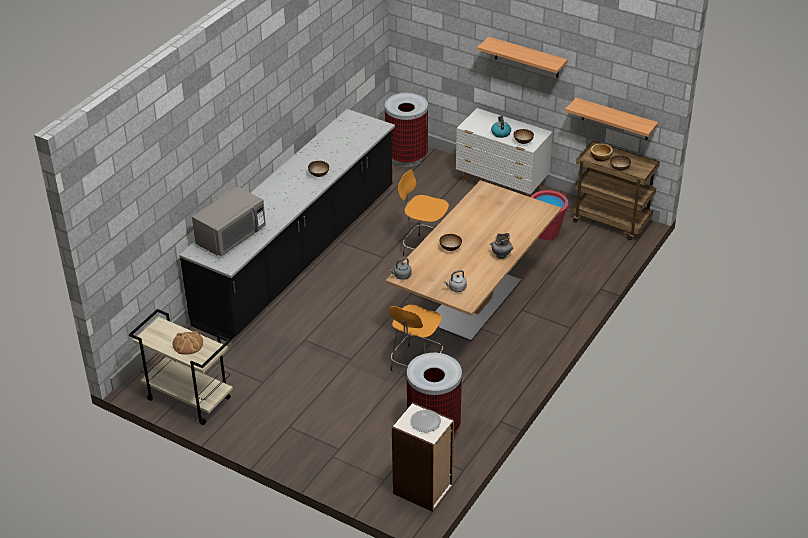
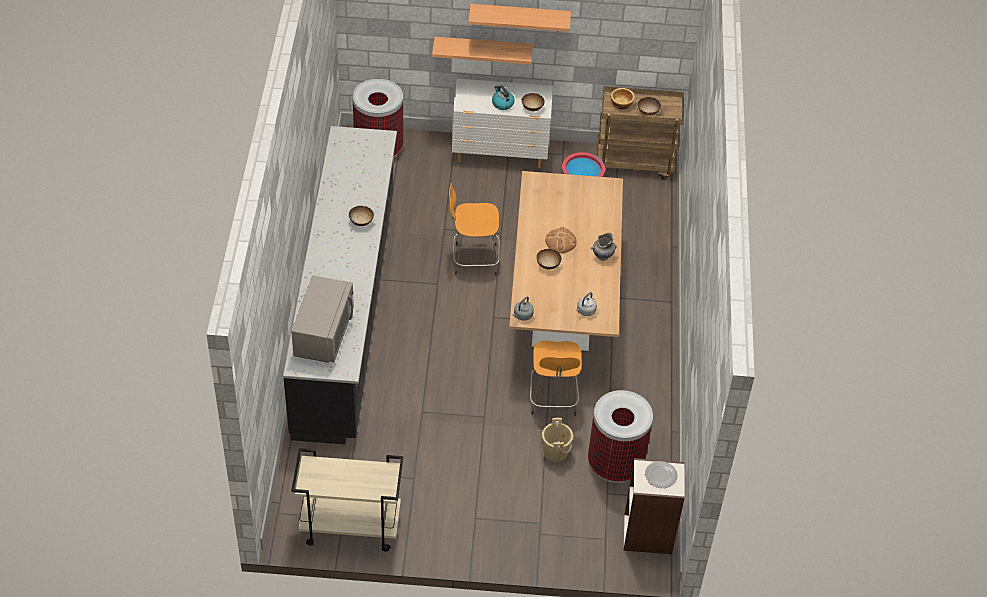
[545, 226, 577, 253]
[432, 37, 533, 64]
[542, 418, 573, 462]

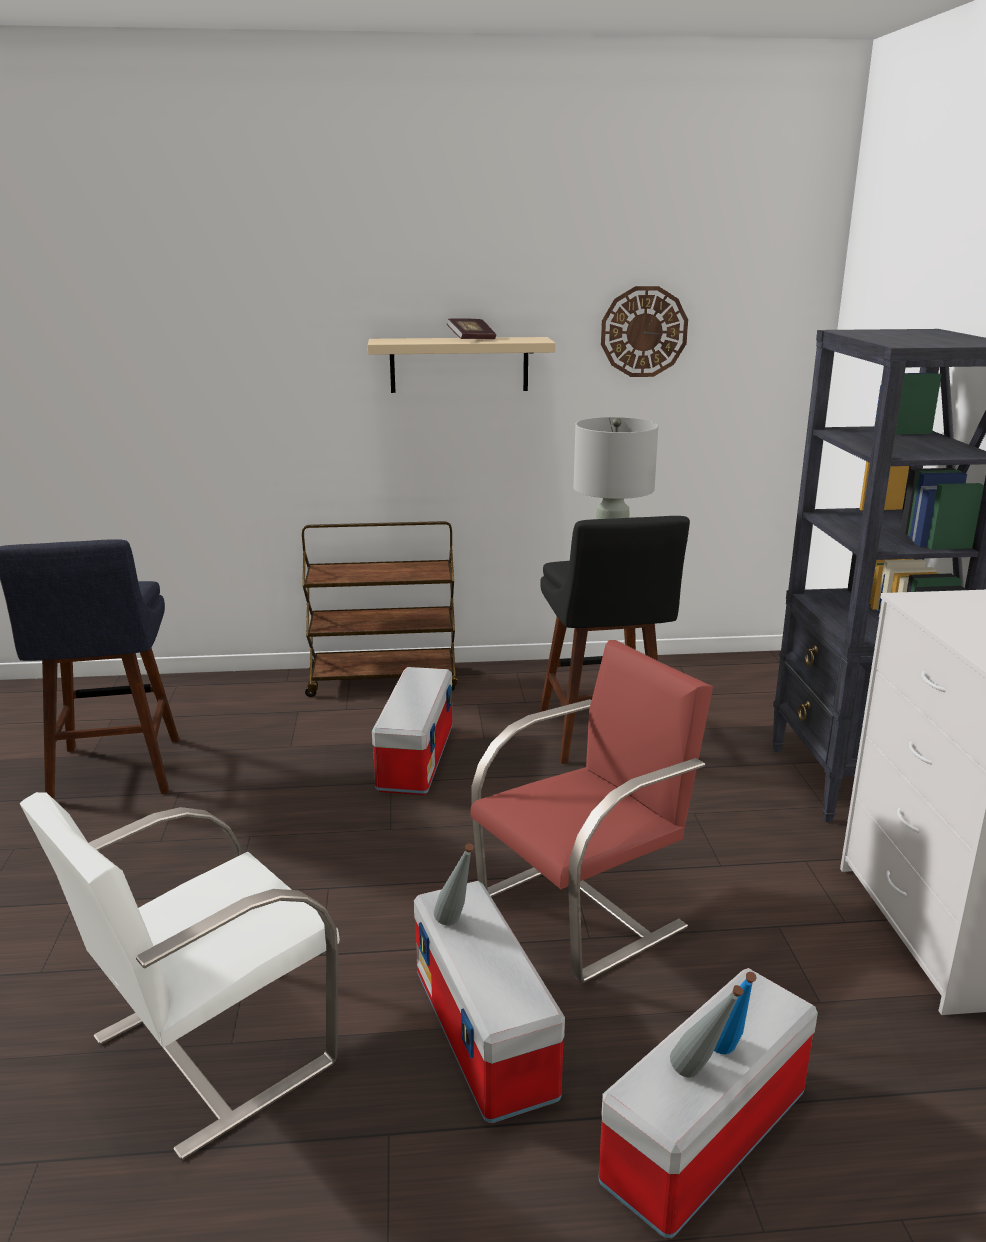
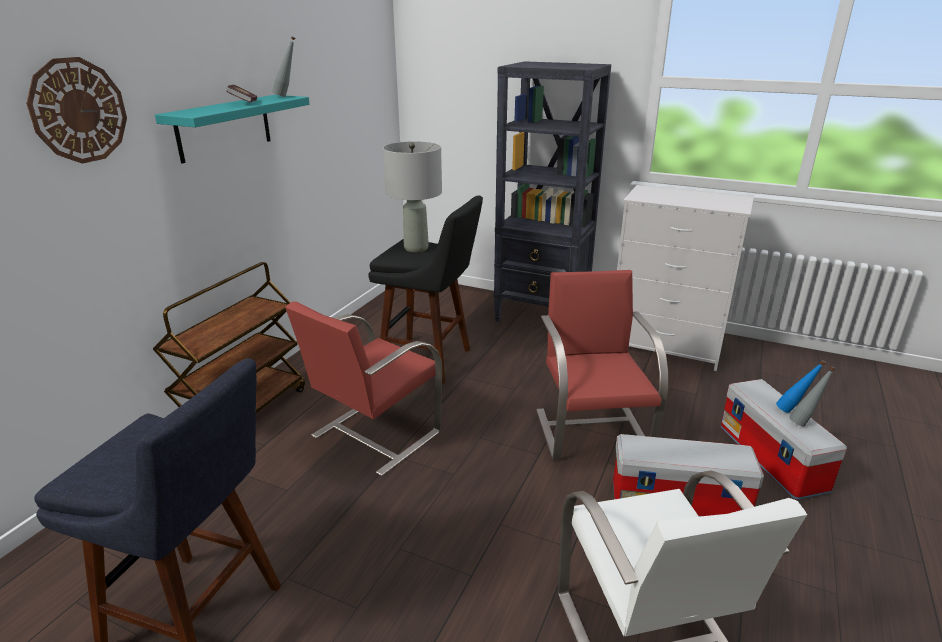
[155, 95, 310, 164]
[285, 302, 442, 476]
[272, 36, 295, 97]
[26, 57, 127, 164]

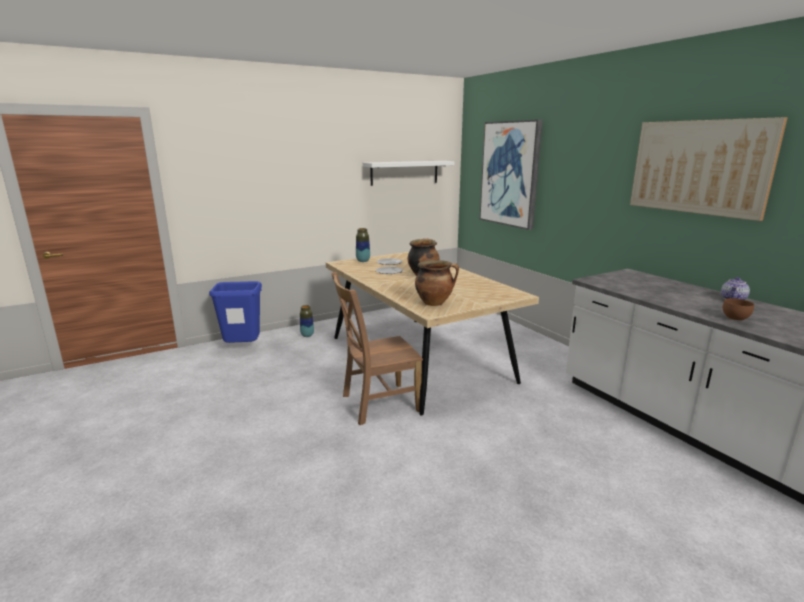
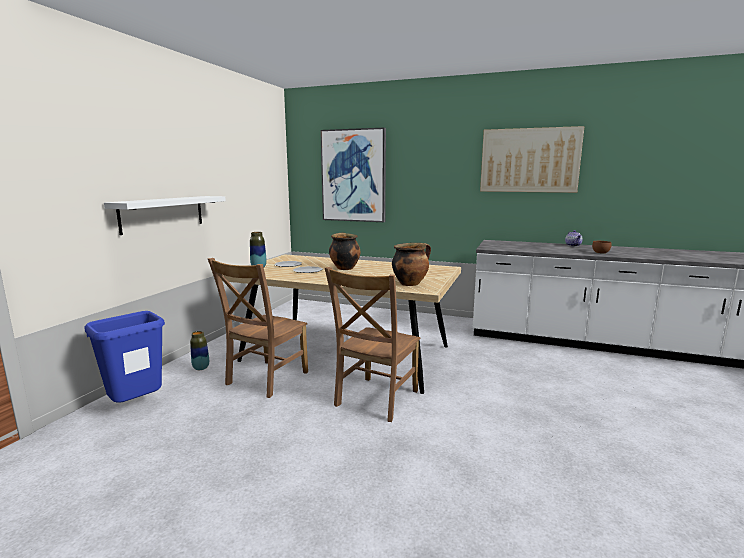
[104, 196, 226, 235]
[208, 258, 308, 398]

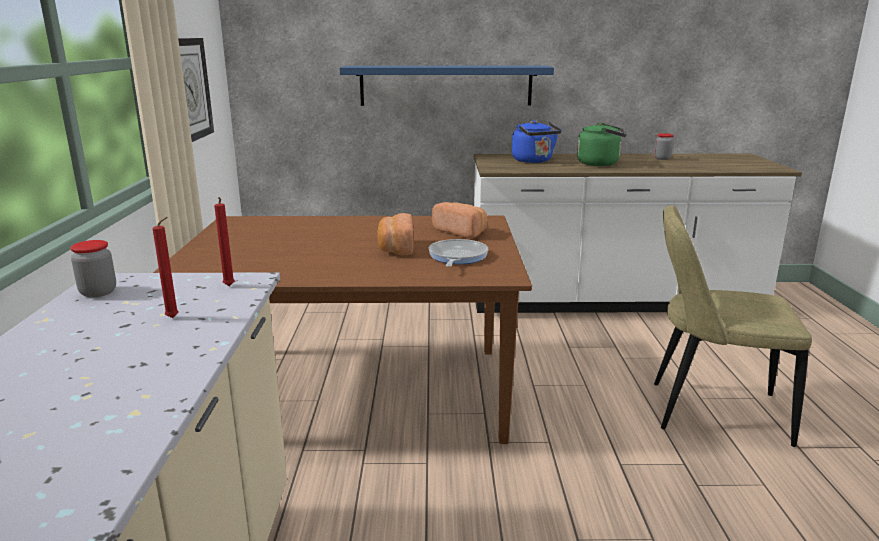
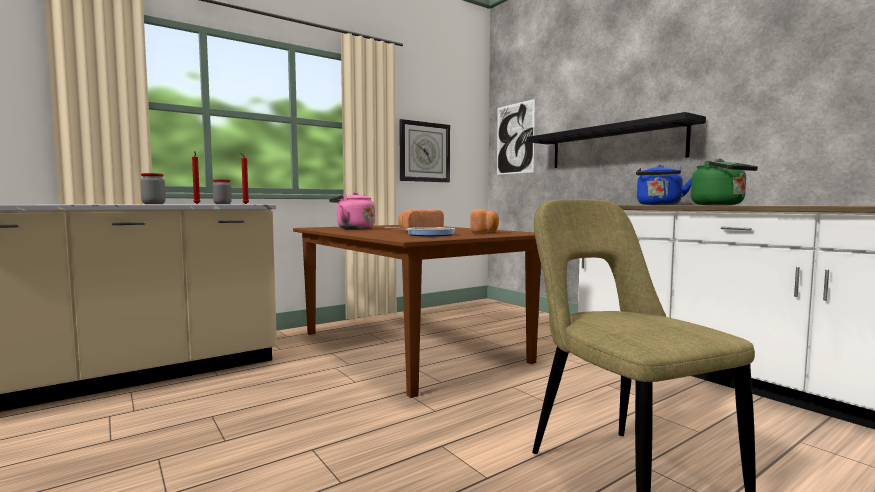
[527, 112, 706, 168]
[140, 173, 166, 204]
[329, 192, 375, 230]
[497, 99, 535, 175]

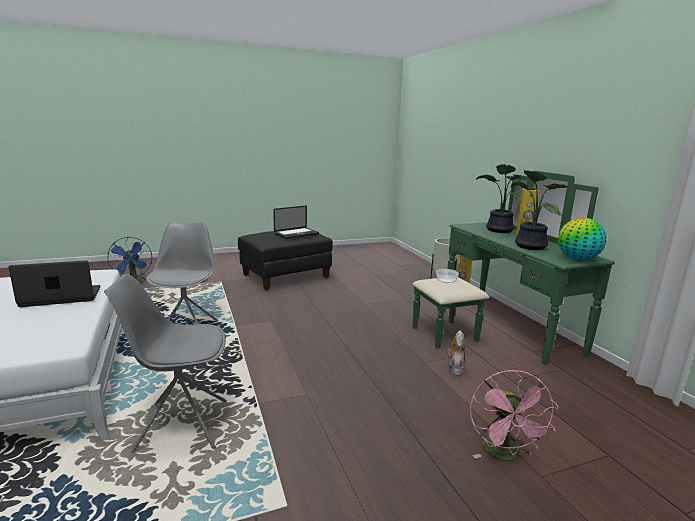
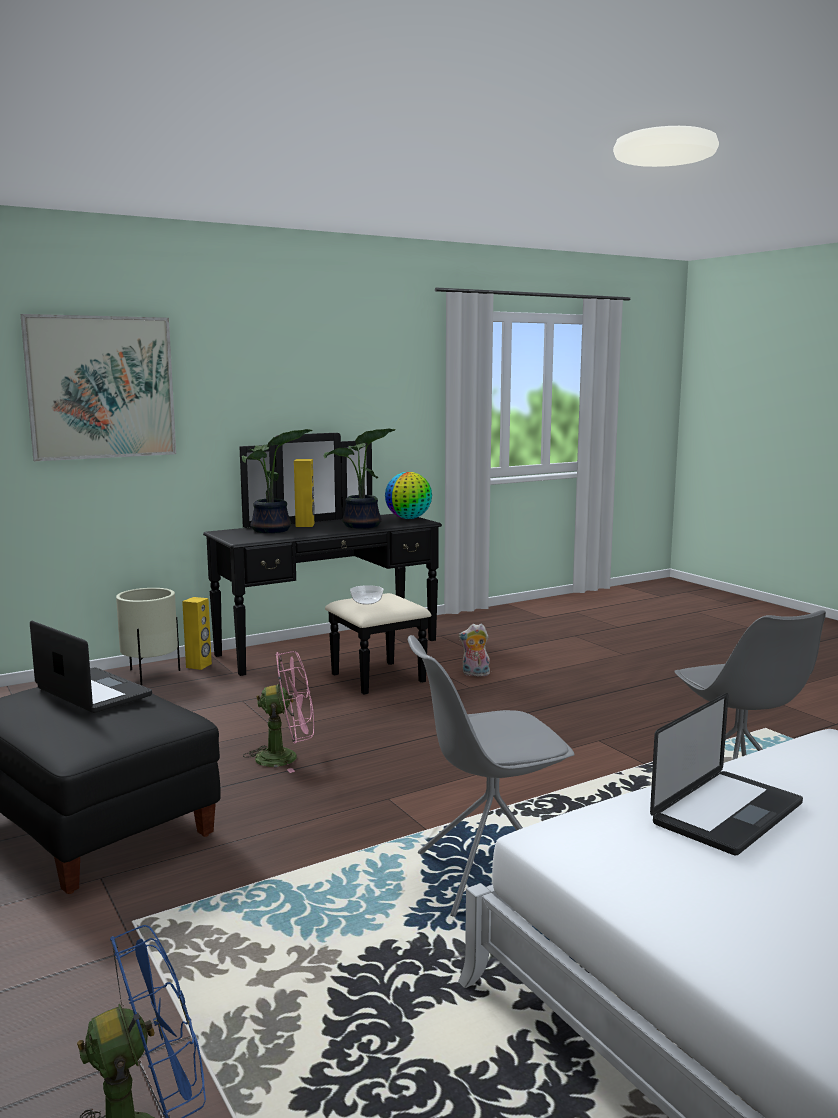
[650, 693, 803, 855]
[203, 433, 442, 695]
[243, 651, 314, 773]
[21, 314, 176, 461]

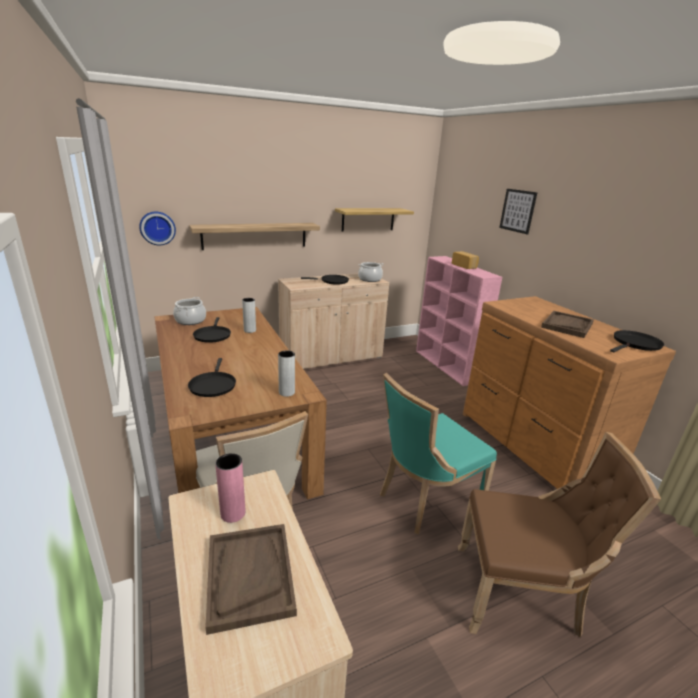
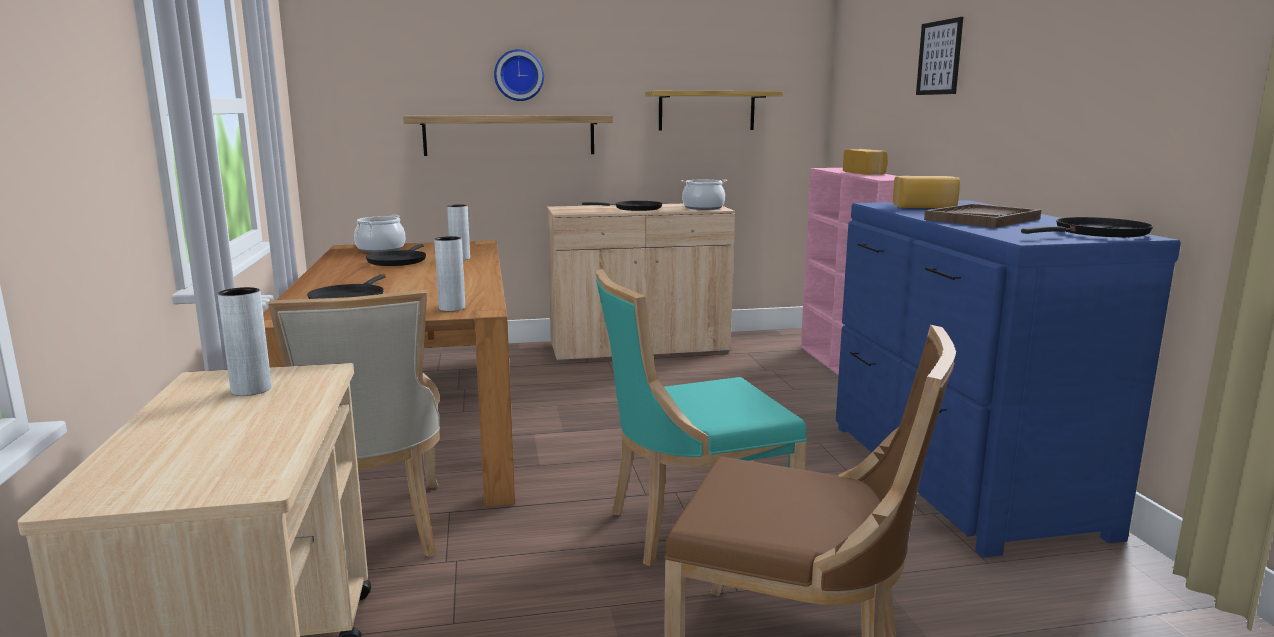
[494, 49, 544, 101]
[205, 524, 297, 635] (first image)
[218, 287, 272, 396]
[836, 200, 1181, 557]
[893, 176, 960, 208]

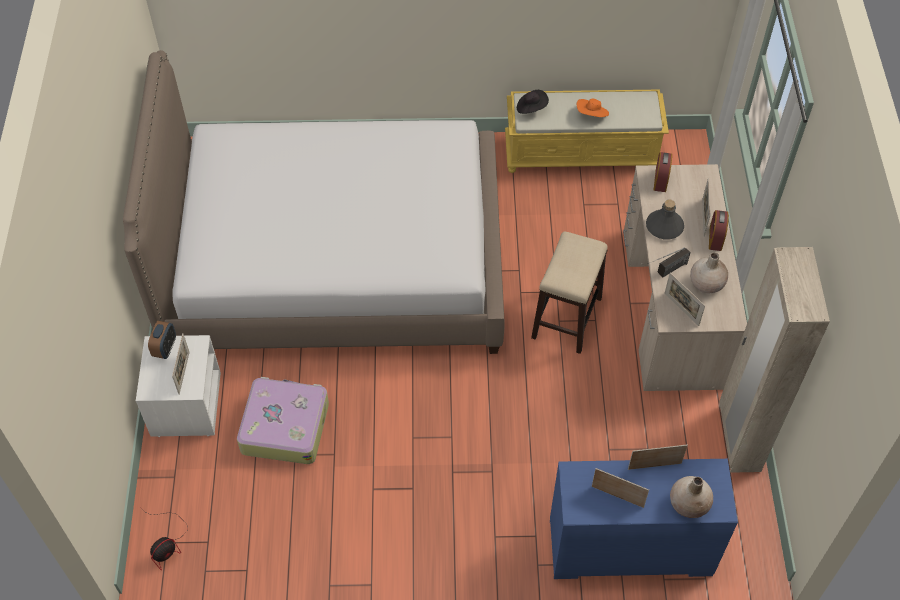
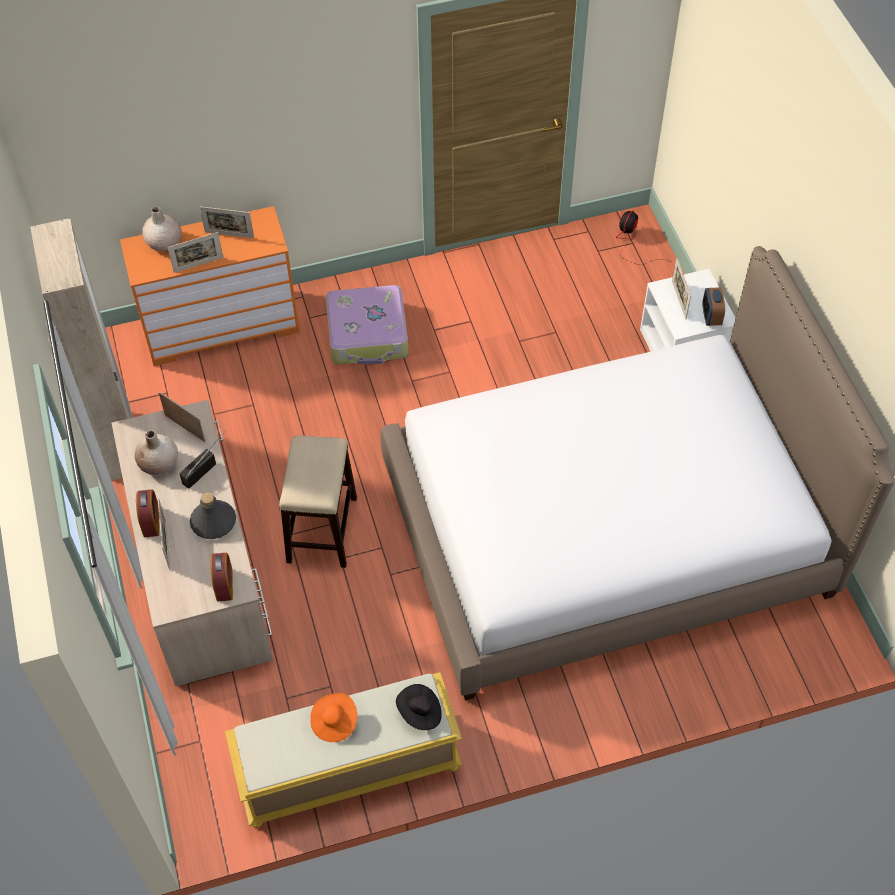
[326, 285, 408, 365]
[120, 206, 299, 366]

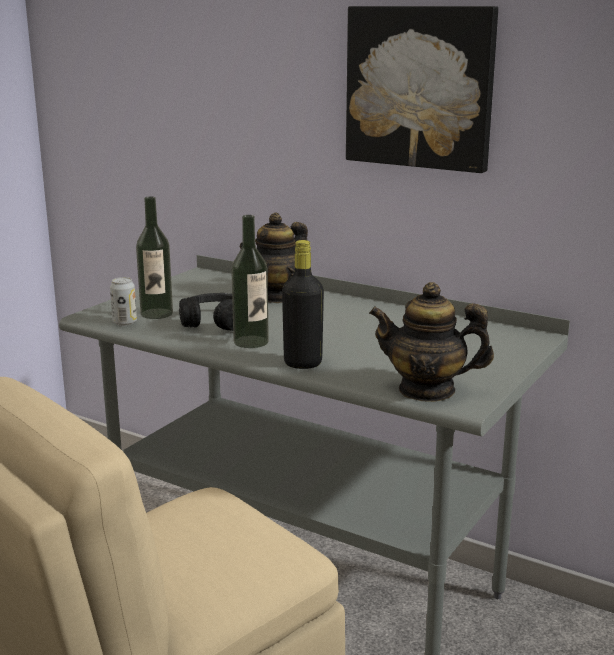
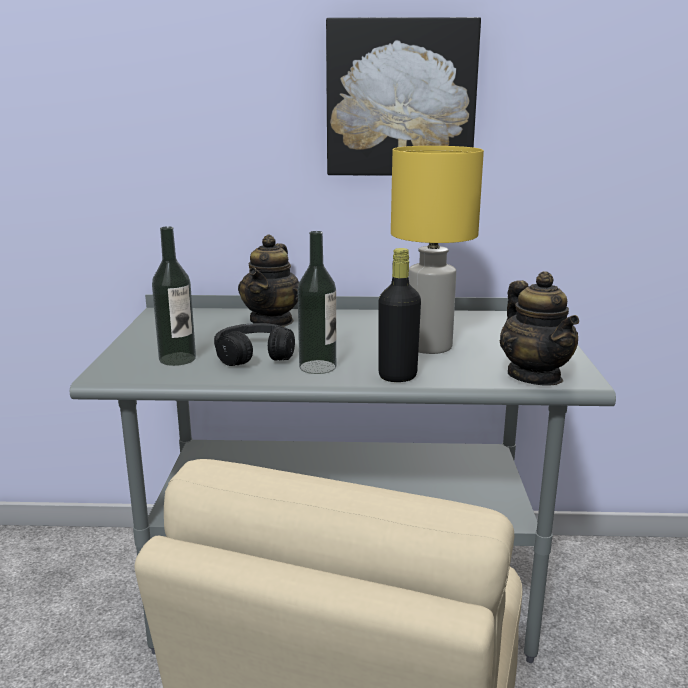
[110, 277, 137, 326] (first image)
[500, 271, 579, 386]
[391, 146, 484, 354]

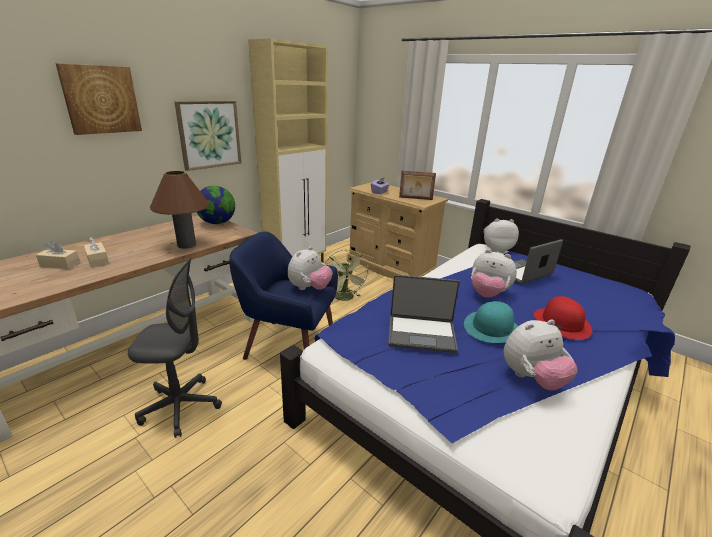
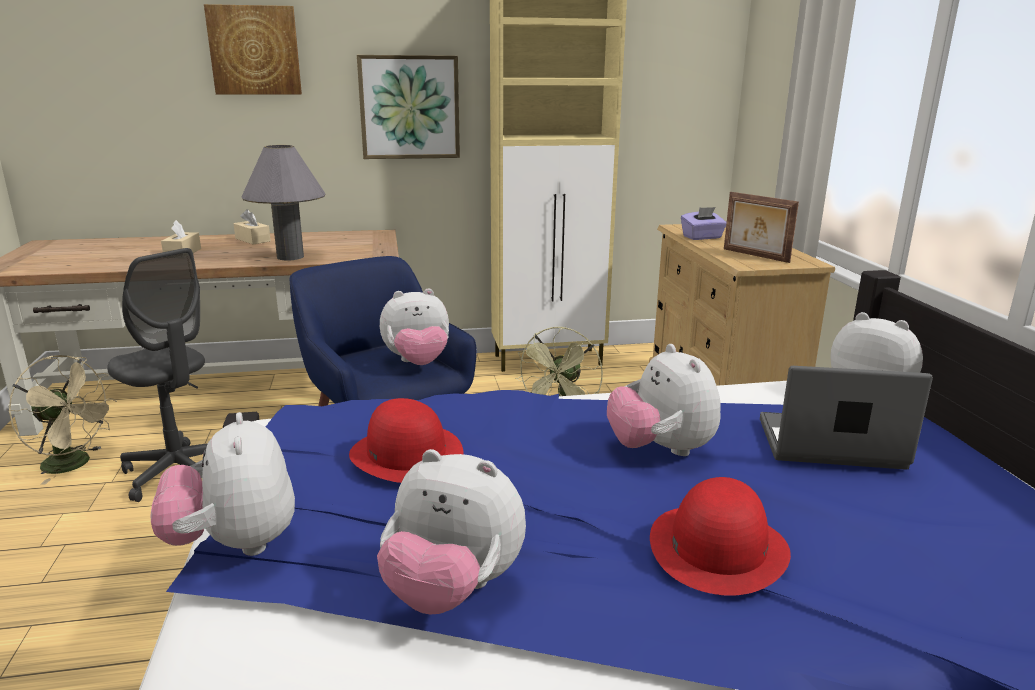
[234, 209, 271, 244]
[242, 145, 326, 261]
[197, 186, 235, 224] (first image)
[349, 398, 464, 483]
[464, 301, 518, 343] (first image)
[9, 355, 117, 485]
[150, 412, 295, 556]

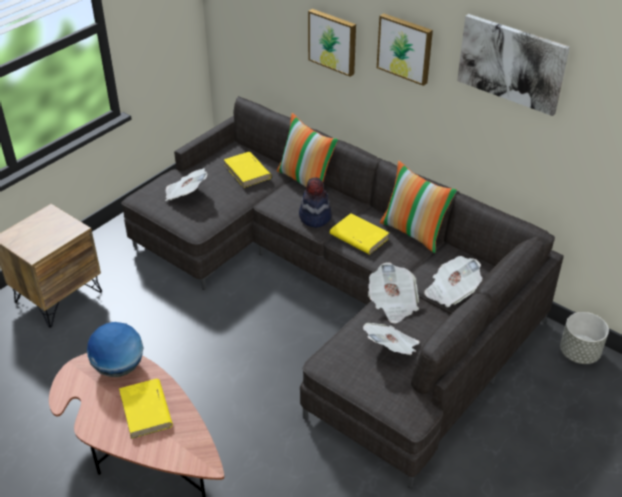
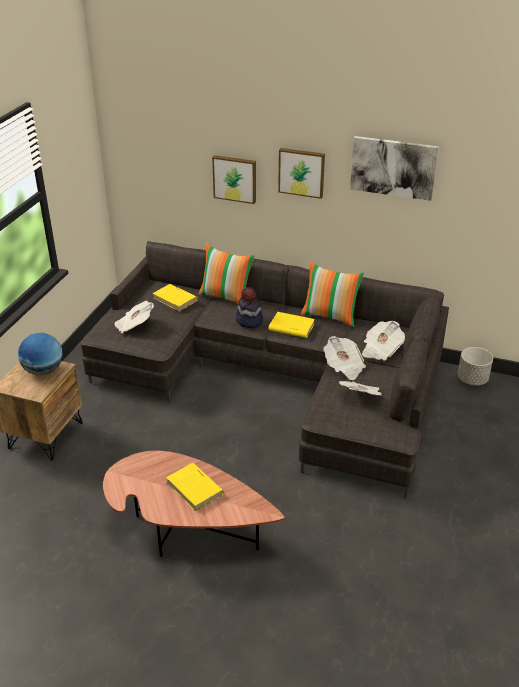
[18, 333, 63, 376]

